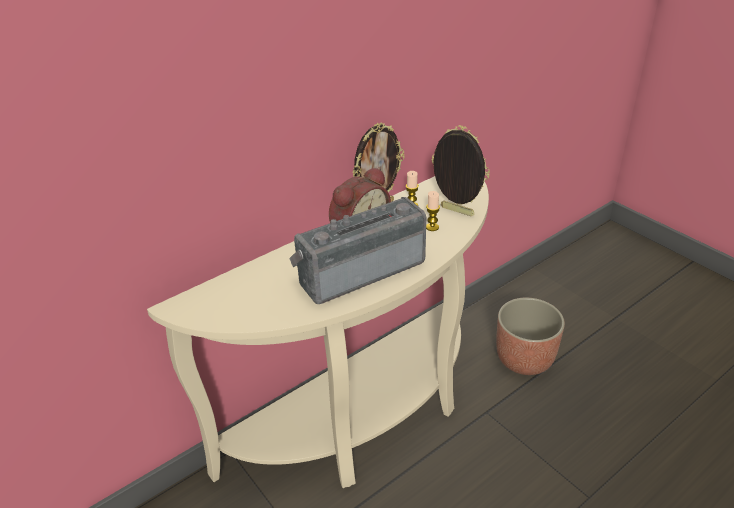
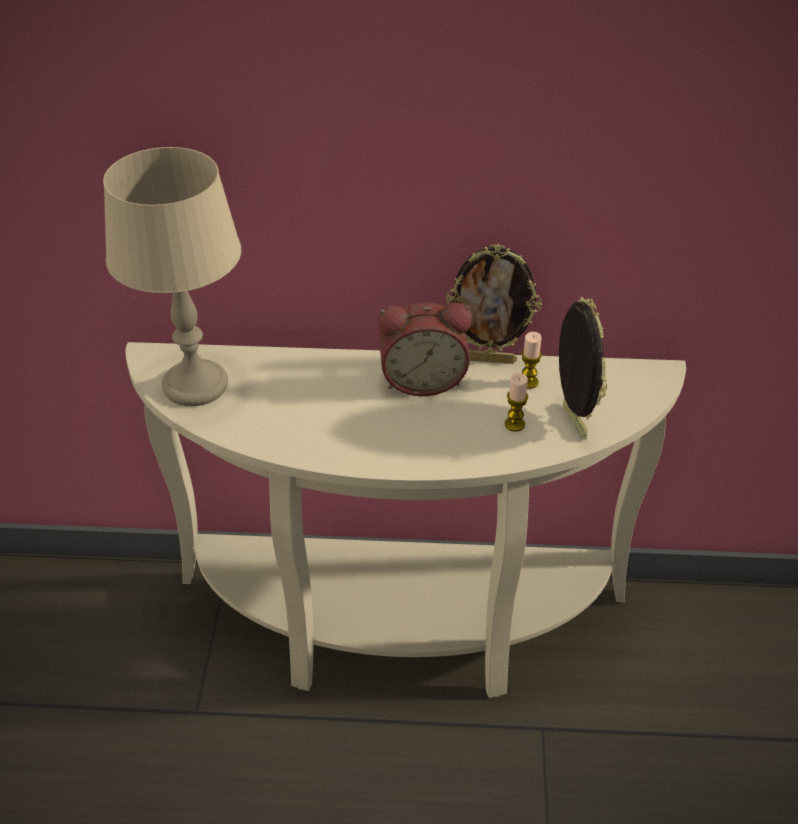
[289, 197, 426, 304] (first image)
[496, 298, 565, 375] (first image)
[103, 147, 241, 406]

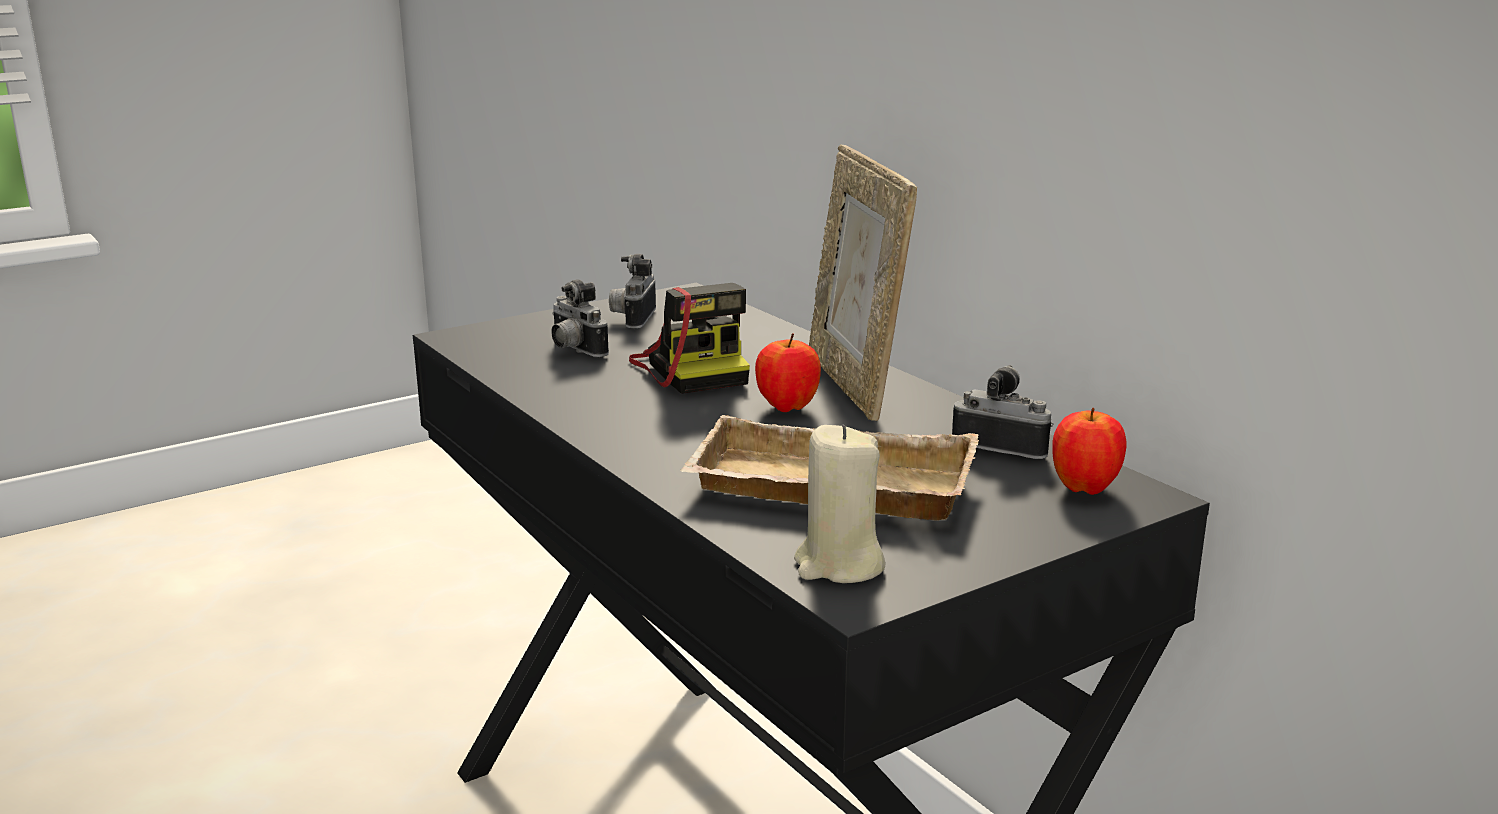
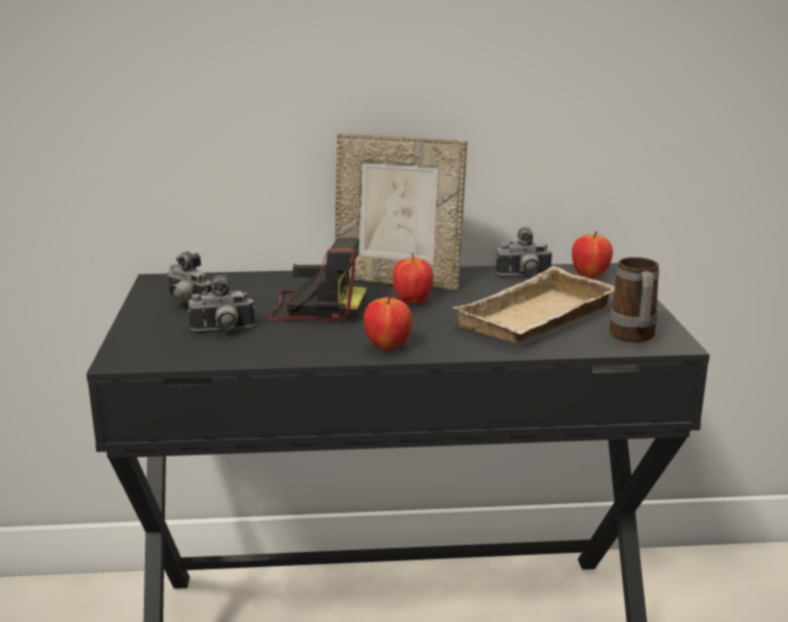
[609, 257, 659, 342]
[496, 227, 553, 276]
[364, 295, 412, 351]

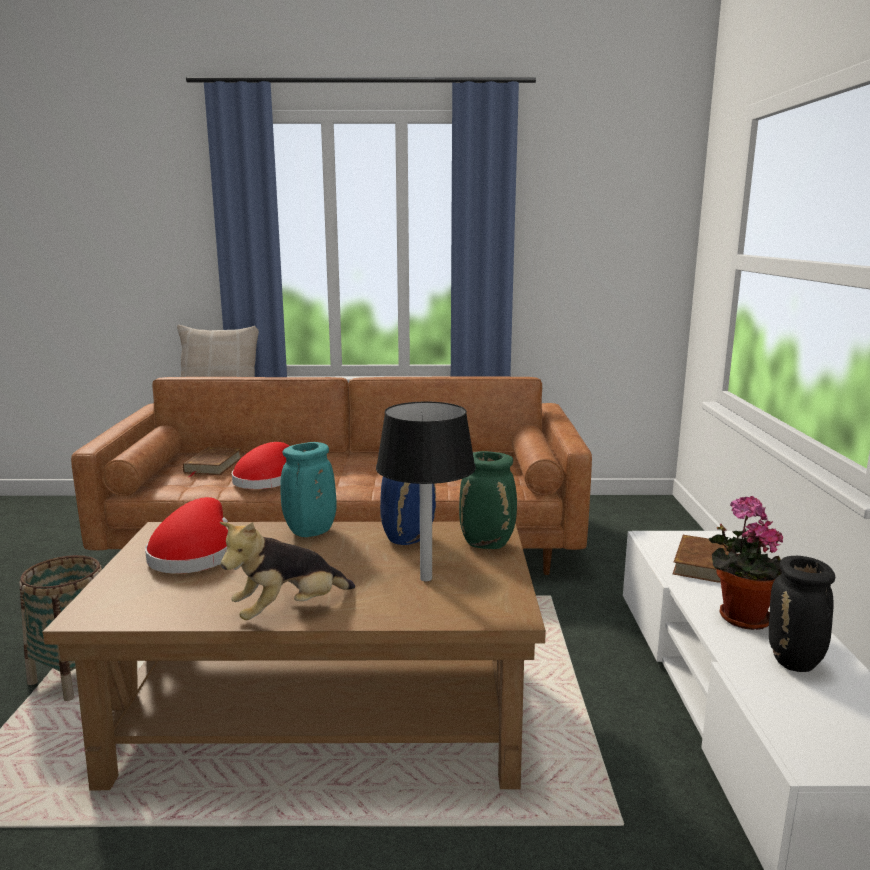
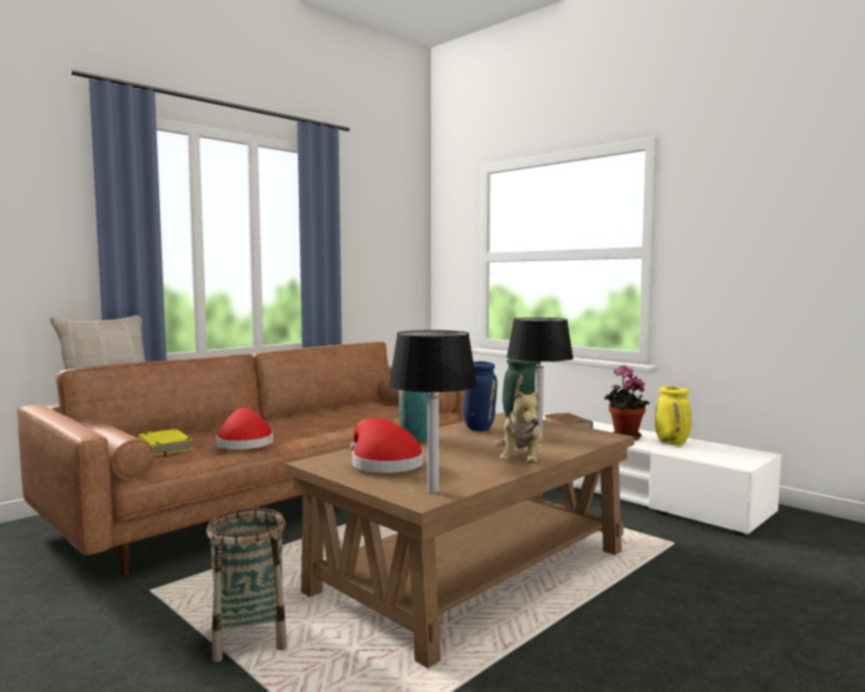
[138, 429, 193, 457]
[655, 386, 692, 446]
[389, 330, 478, 493]

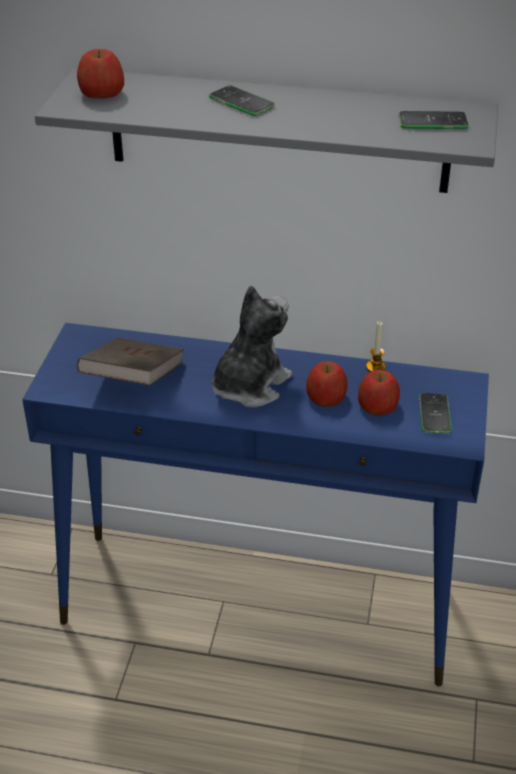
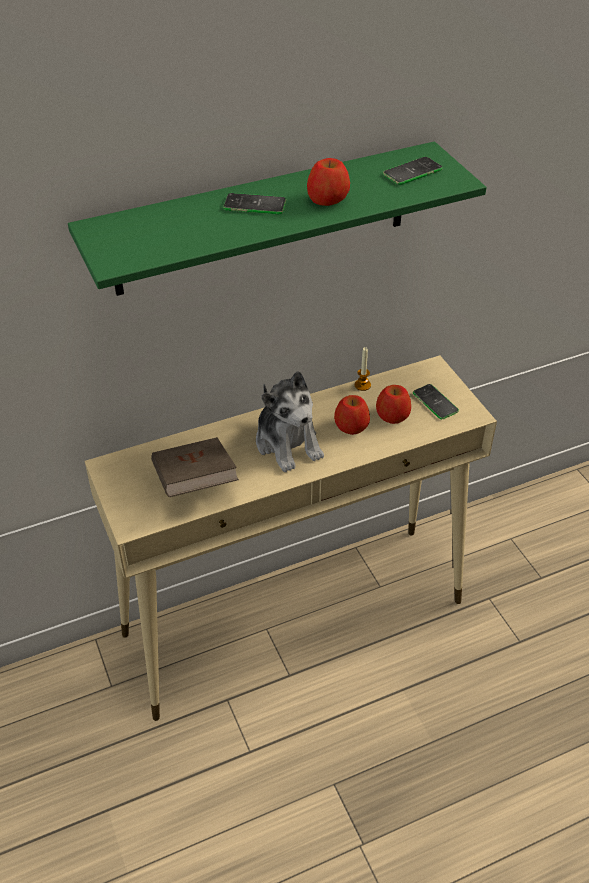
[85, 355, 497, 721]
[68, 141, 487, 296]
[307, 158, 350, 206]
[256, 371, 324, 472]

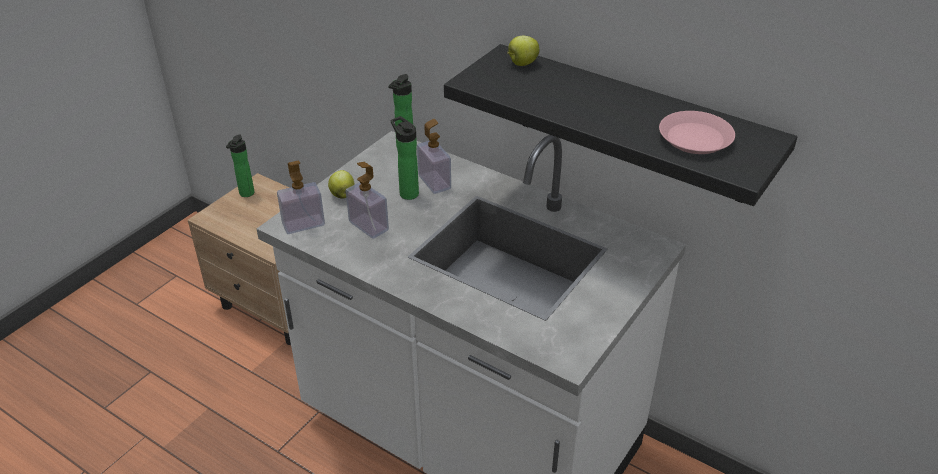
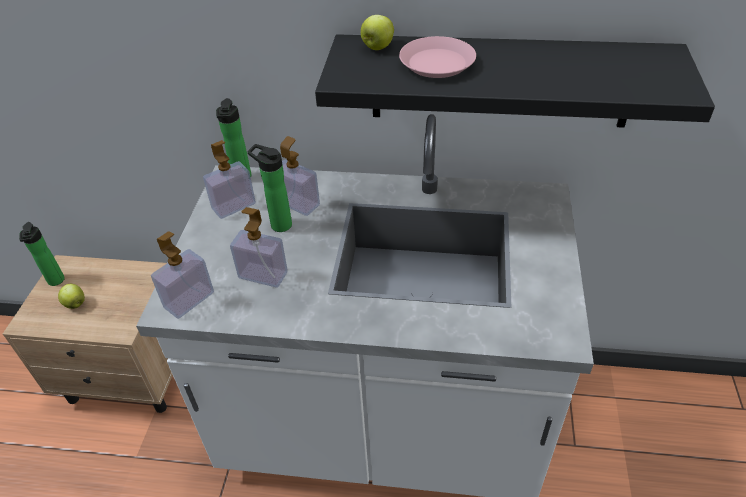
[58, 284, 85, 309]
[399, 36, 476, 78]
[203, 140, 256, 219]

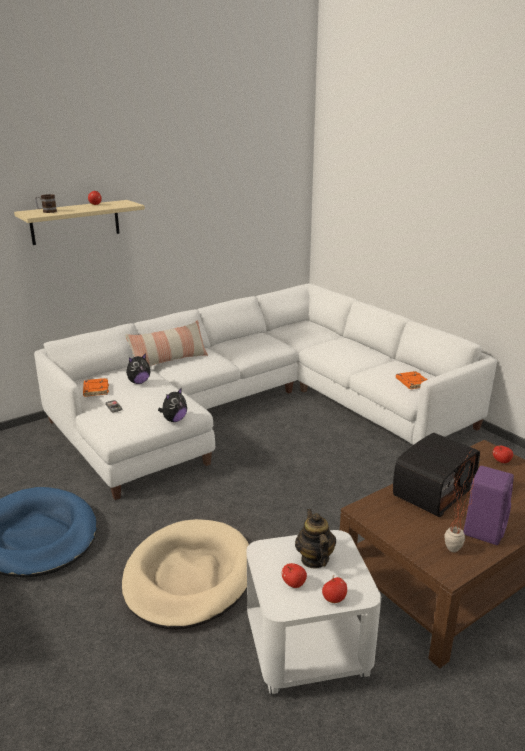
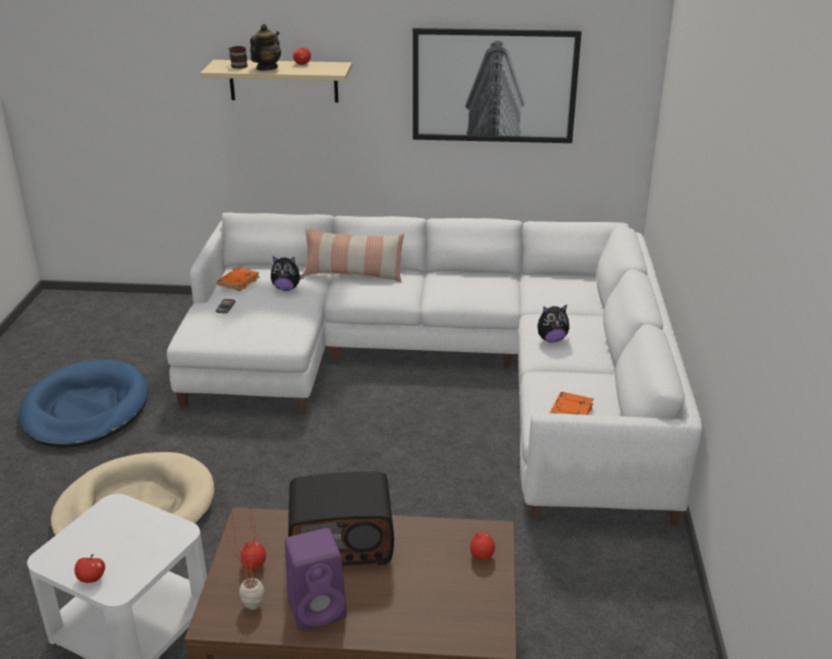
[537, 305, 569, 342]
[241, 541, 266, 570]
[250, 24, 281, 70]
[413, 28, 582, 143]

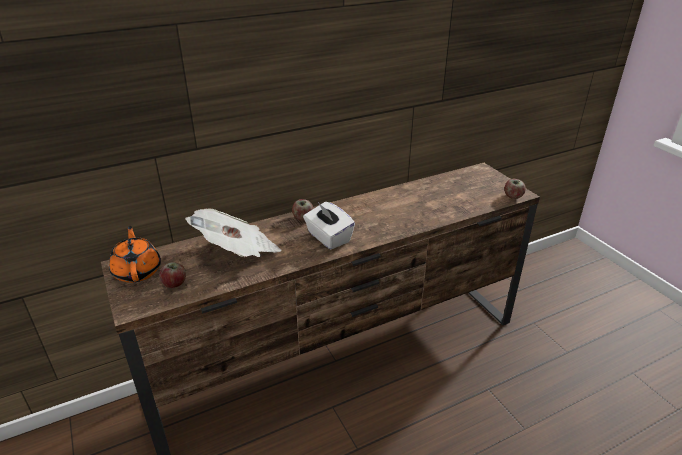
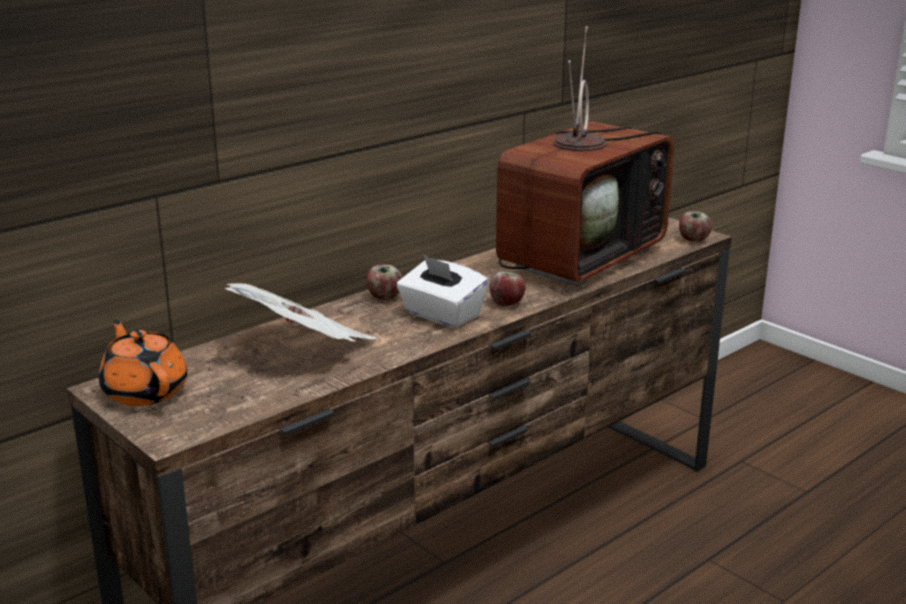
[489, 272, 525, 306]
[496, 26, 674, 286]

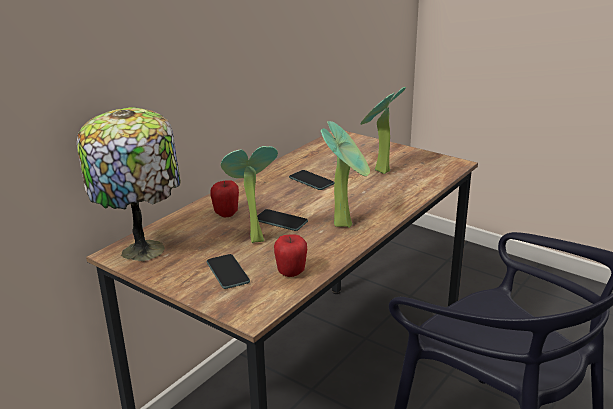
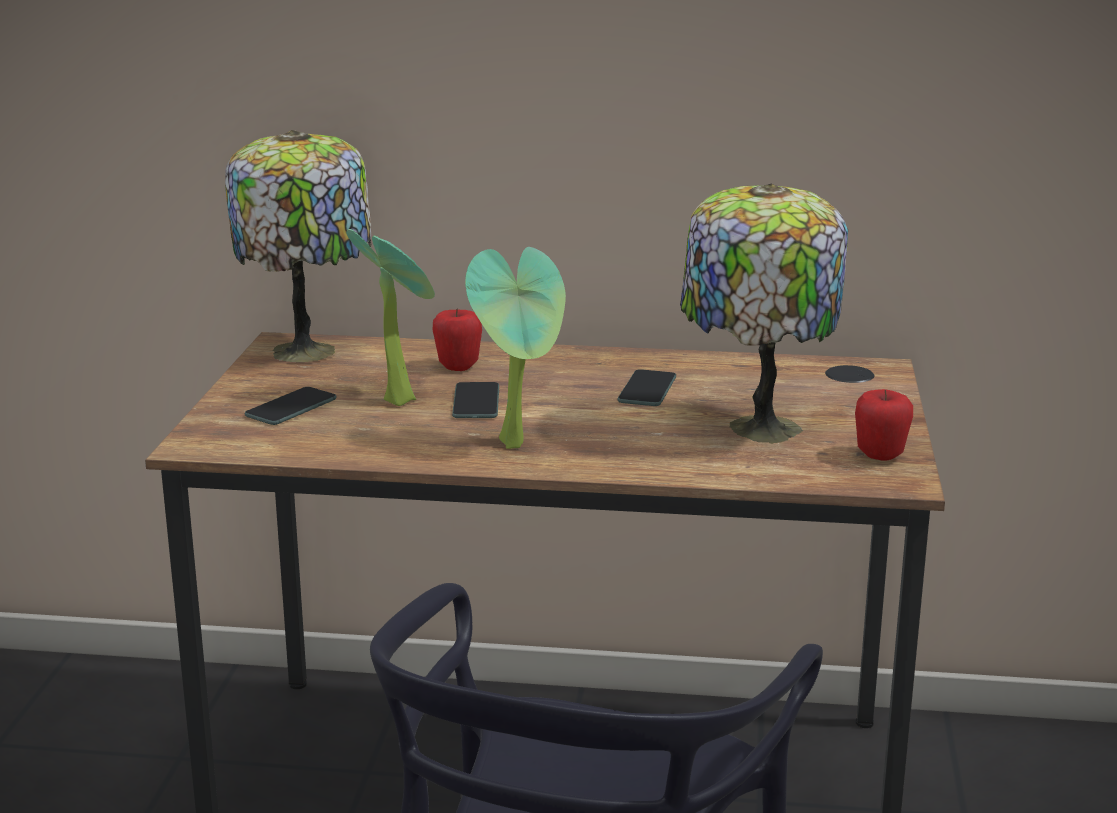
[855, 389, 913, 460]
[680, 184, 848, 444]

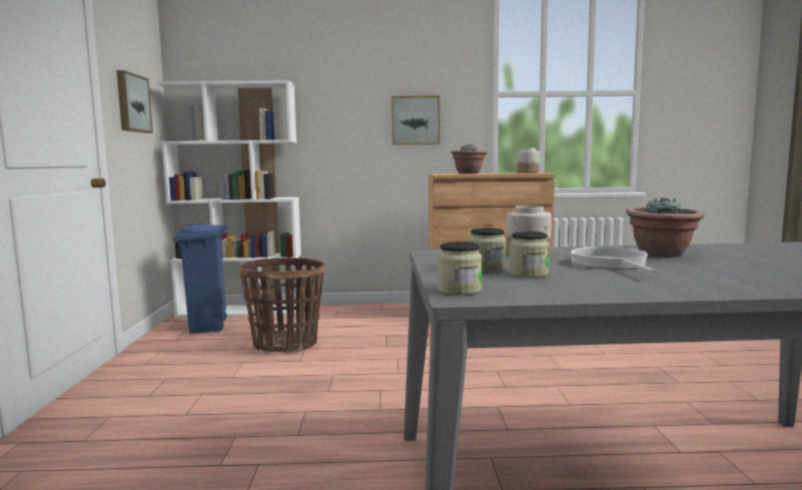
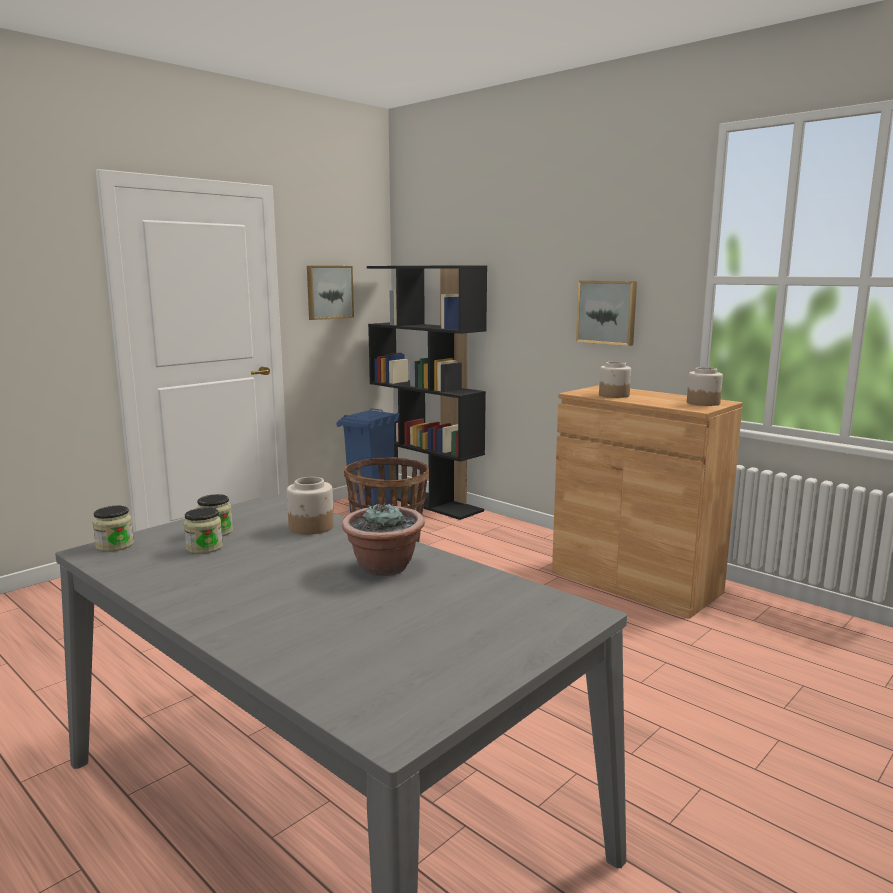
[367, 265, 487, 520]
[599, 362, 631, 398]
[571, 247, 658, 274] (first image)

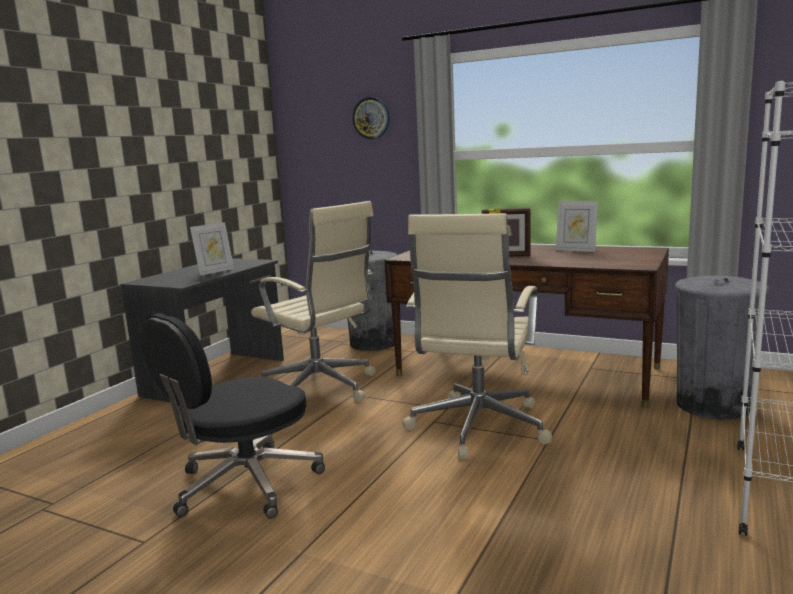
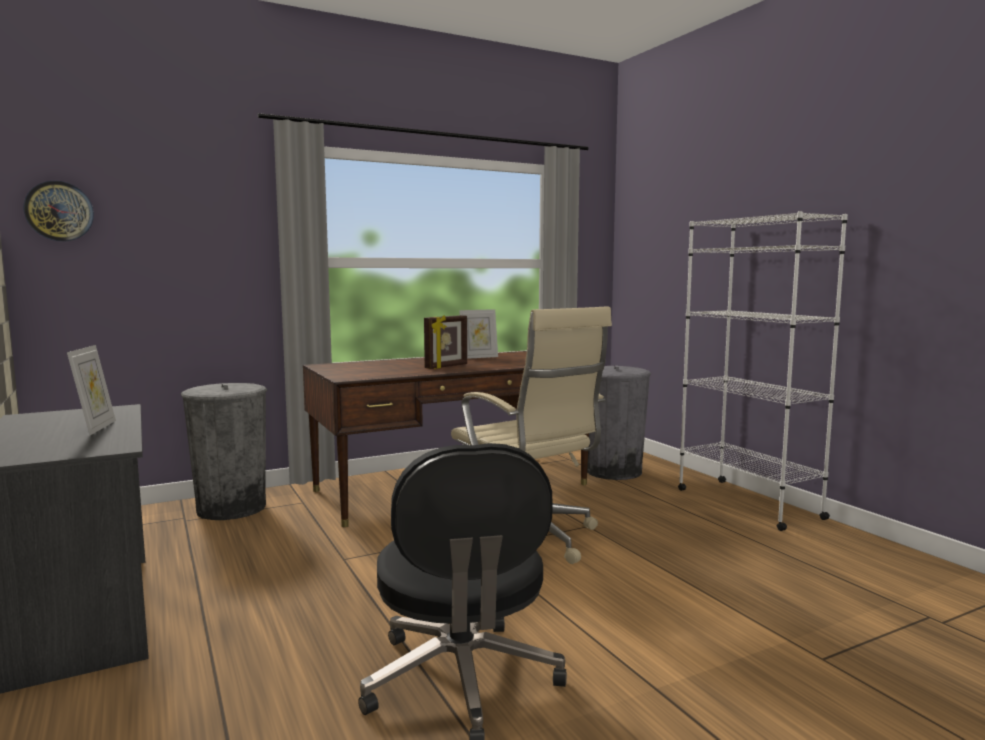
[251, 201, 376, 402] (first image)
[24, 181, 94, 241]

